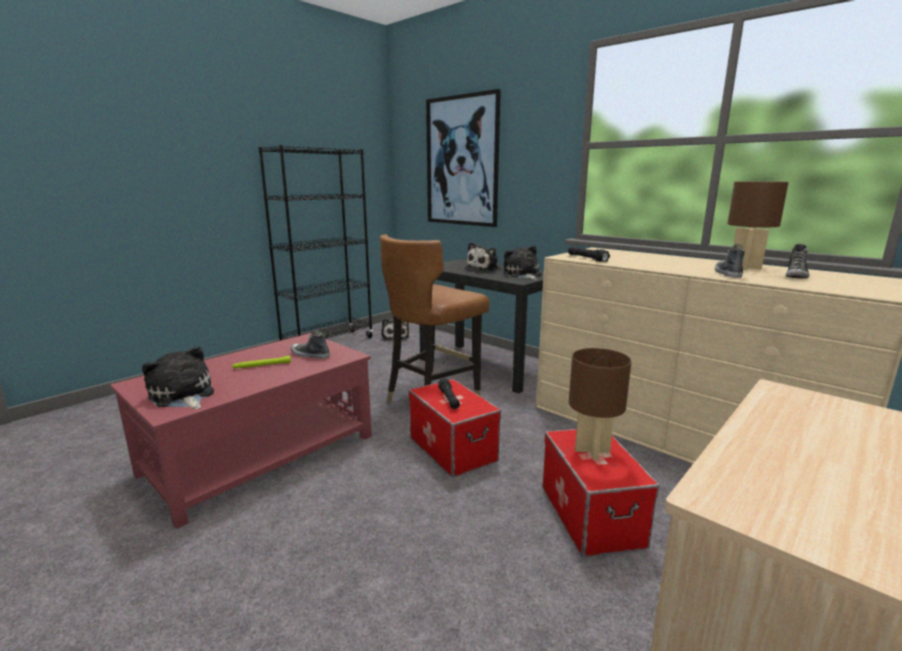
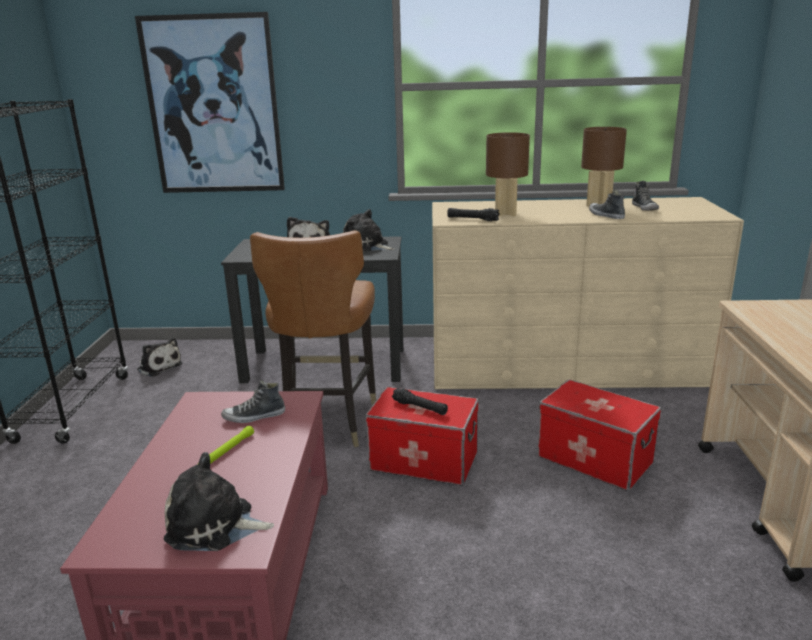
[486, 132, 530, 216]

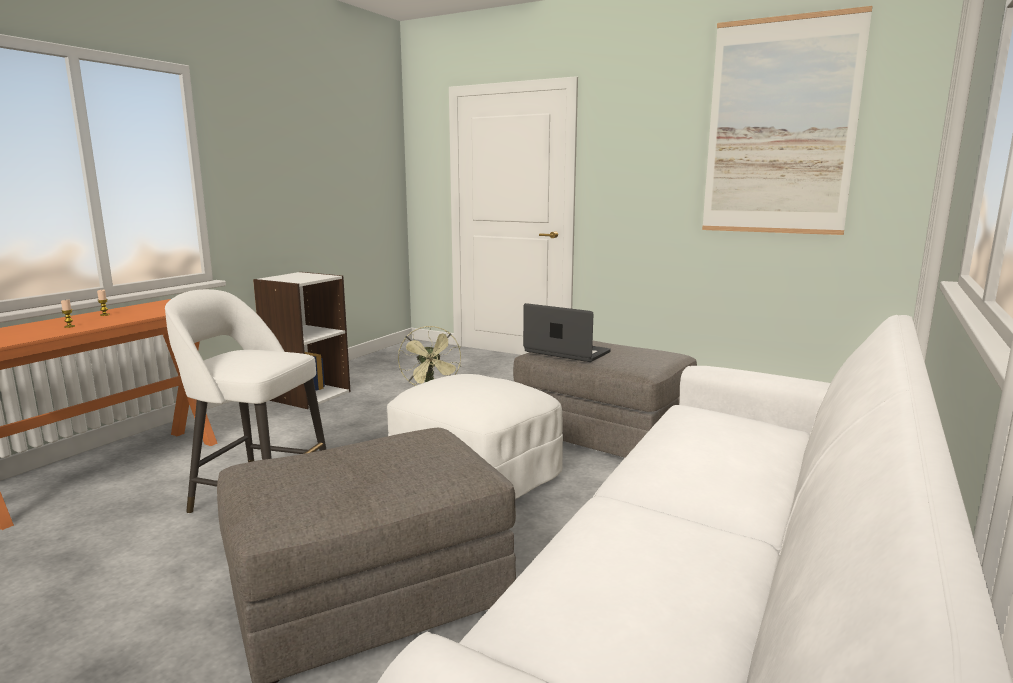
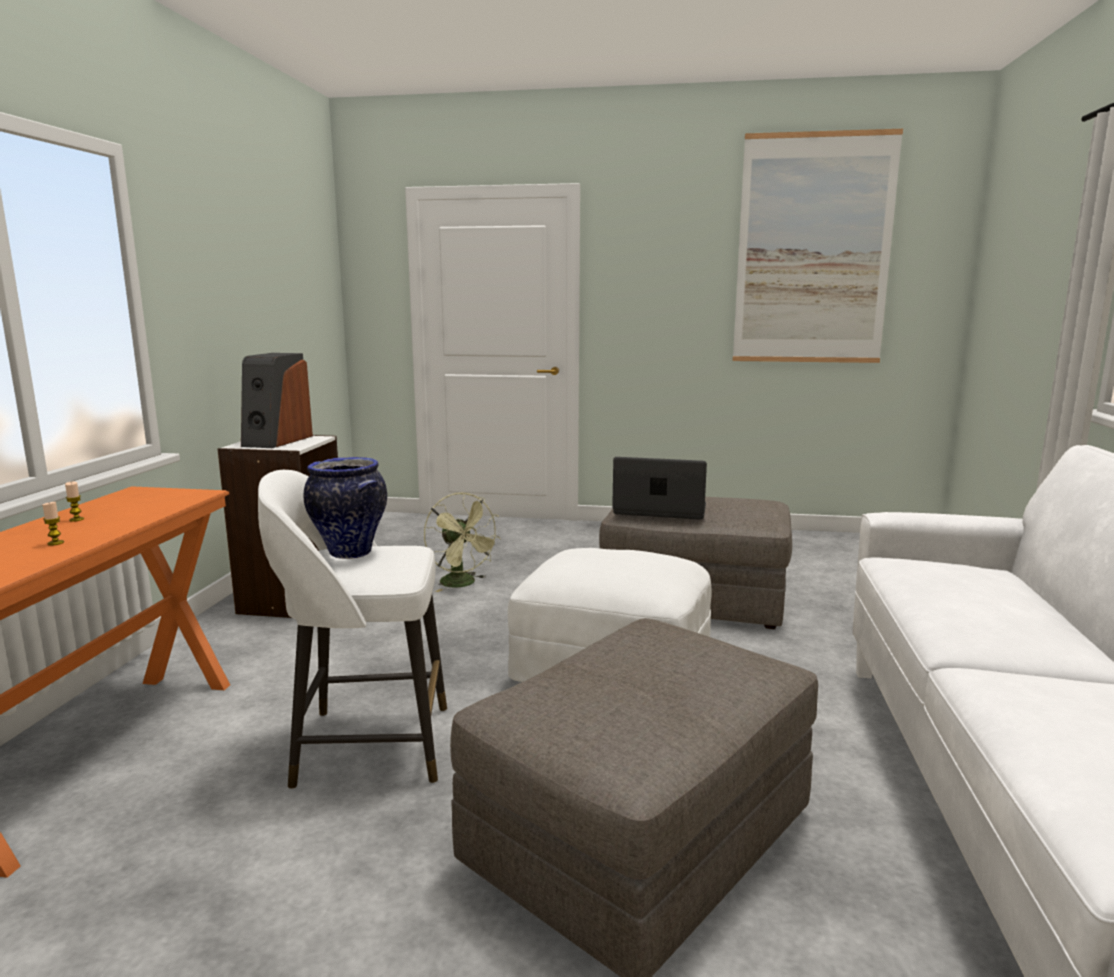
[241, 353, 313, 448]
[303, 457, 387, 559]

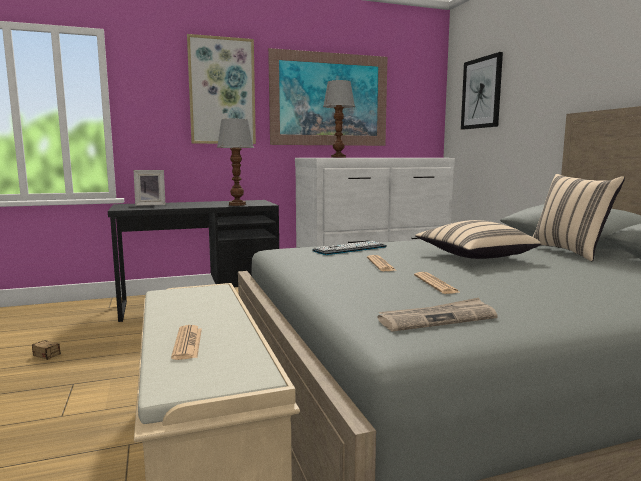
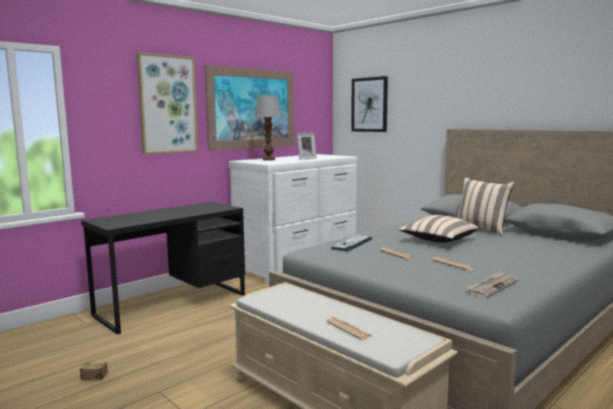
[217, 119, 254, 206] (first image)
[297, 133, 317, 160]

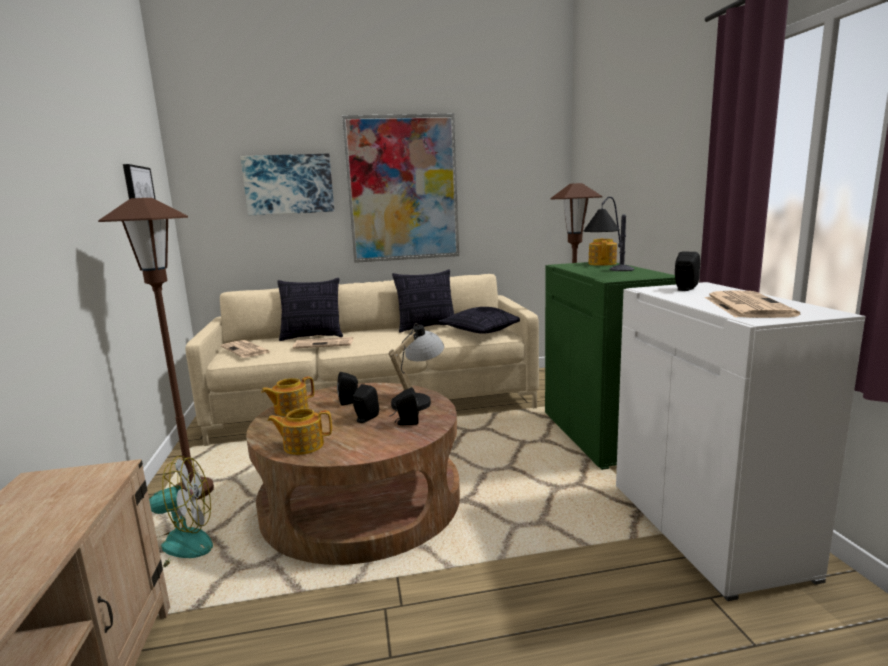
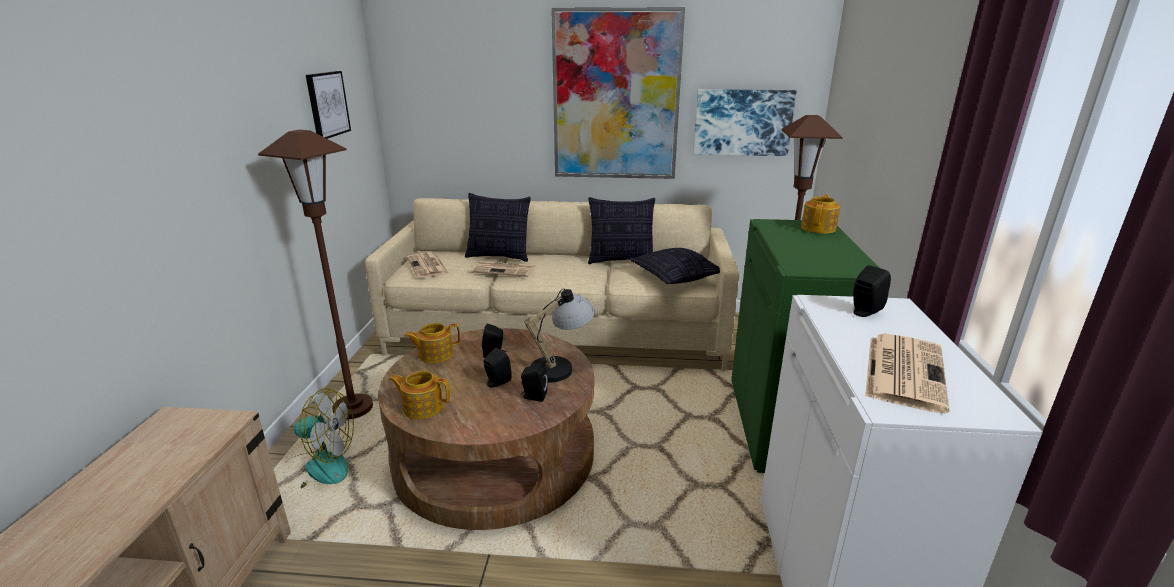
[584, 197, 634, 271] (first image)
[693, 89, 796, 156]

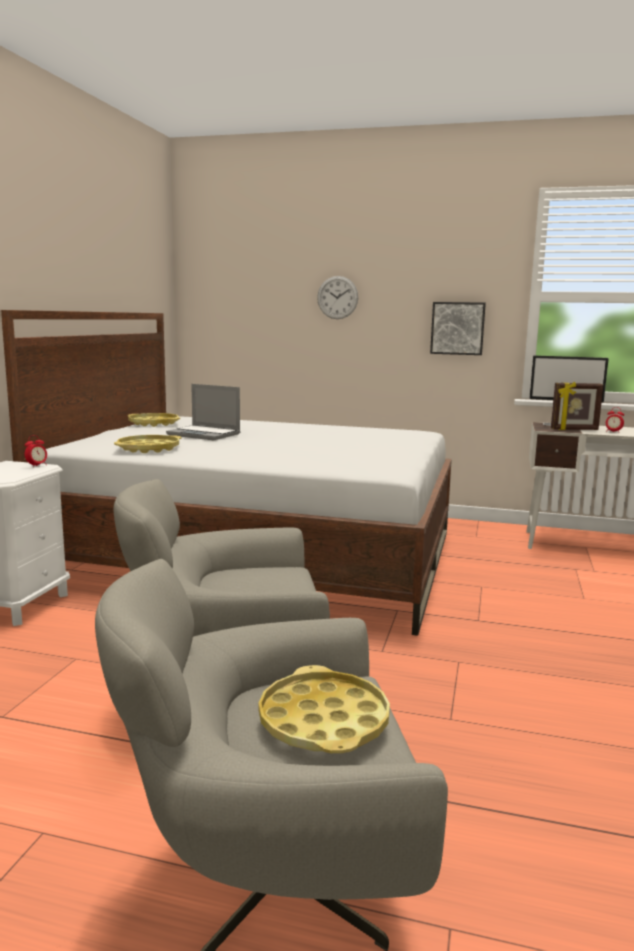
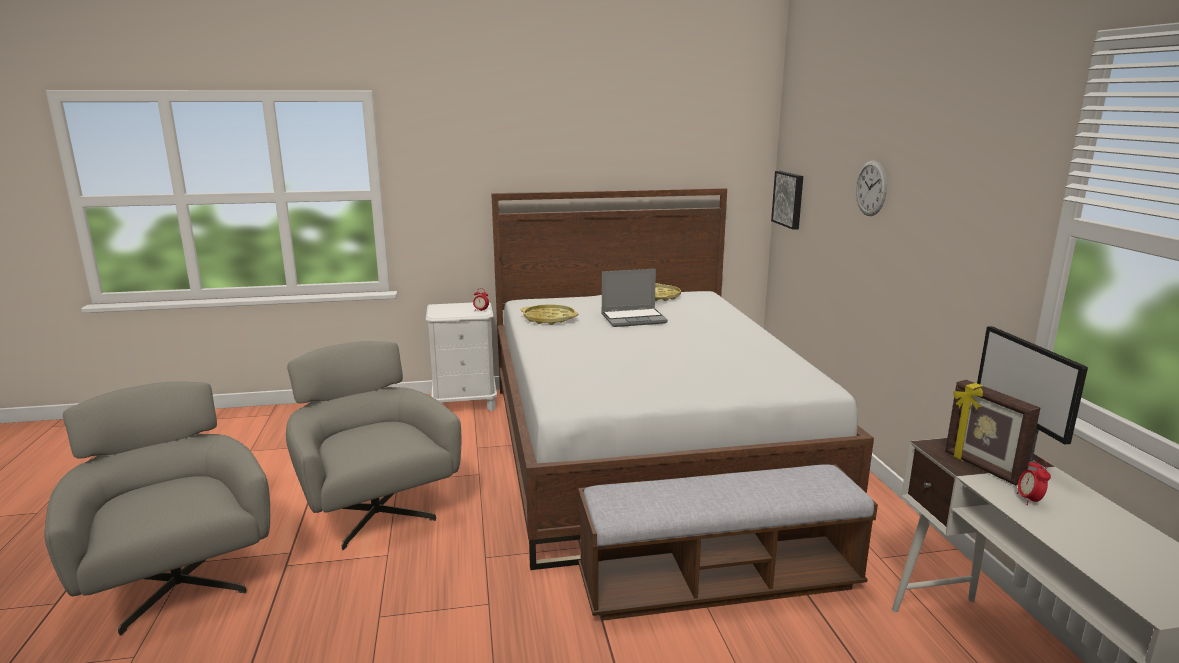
[259, 665, 390, 753] (first image)
[578, 464, 878, 621]
[771, 171, 803, 230]
[601, 269, 668, 327]

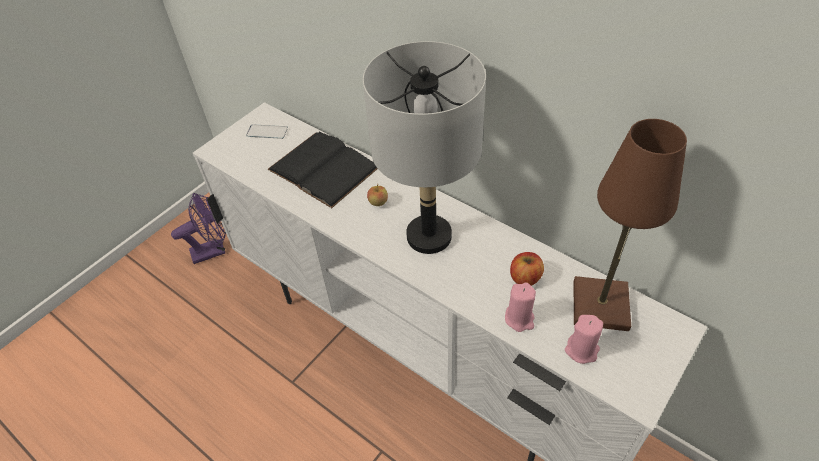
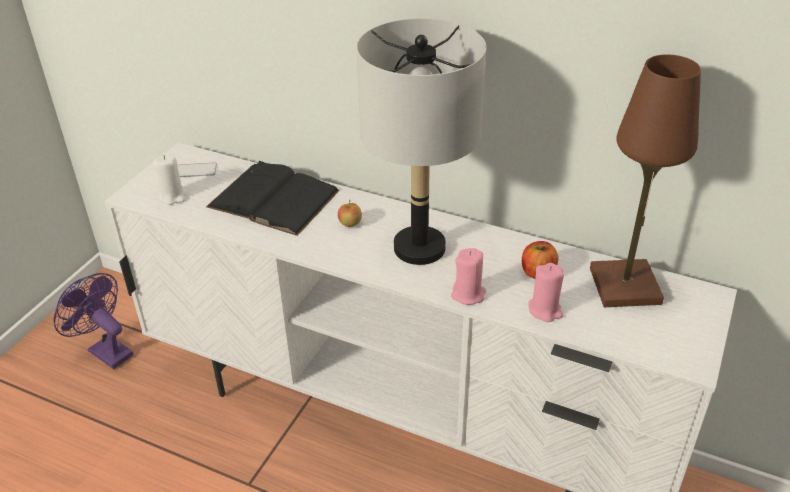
[153, 154, 187, 205]
[451, 248, 486, 305]
[53, 273, 133, 369]

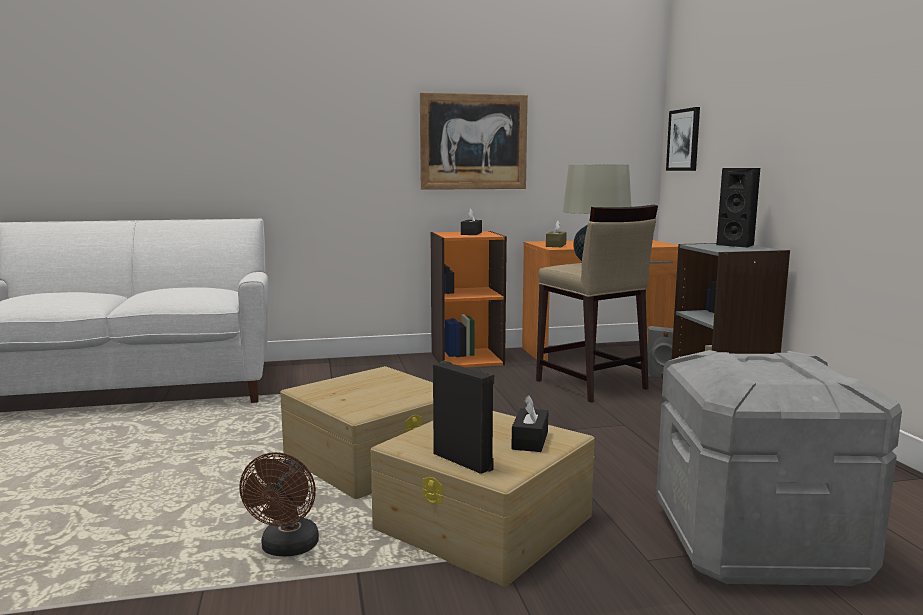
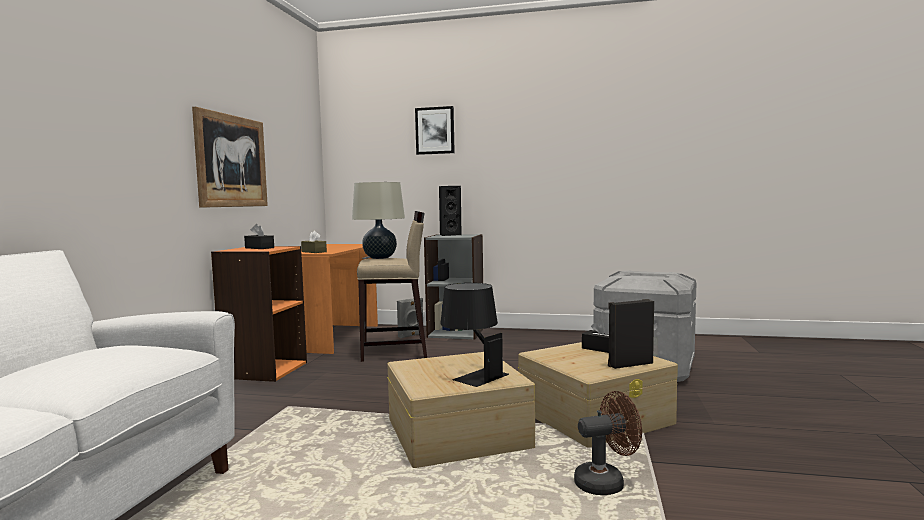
[440, 283, 509, 387]
[415, 106, 455, 155]
[574, 391, 642, 495]

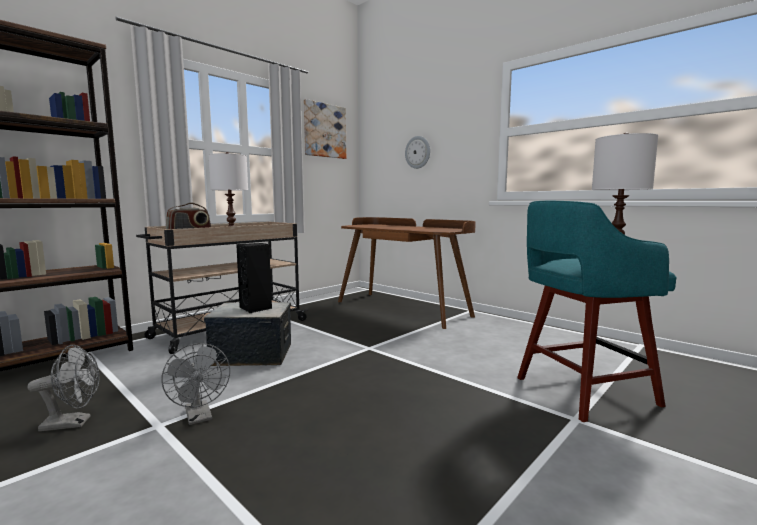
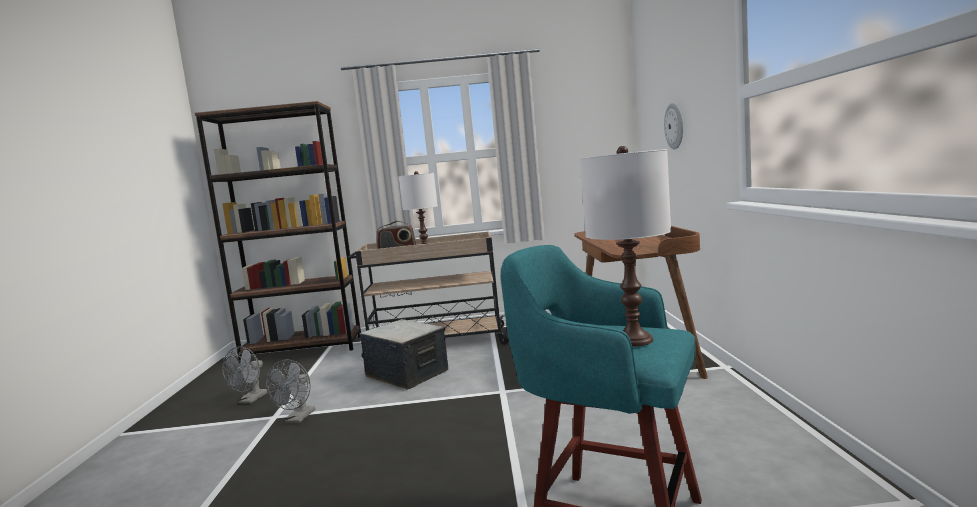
[236, 243, 272, 313] (first image)
[304, 99, 346, 159] (first image)
[222, 347, 268, 404]

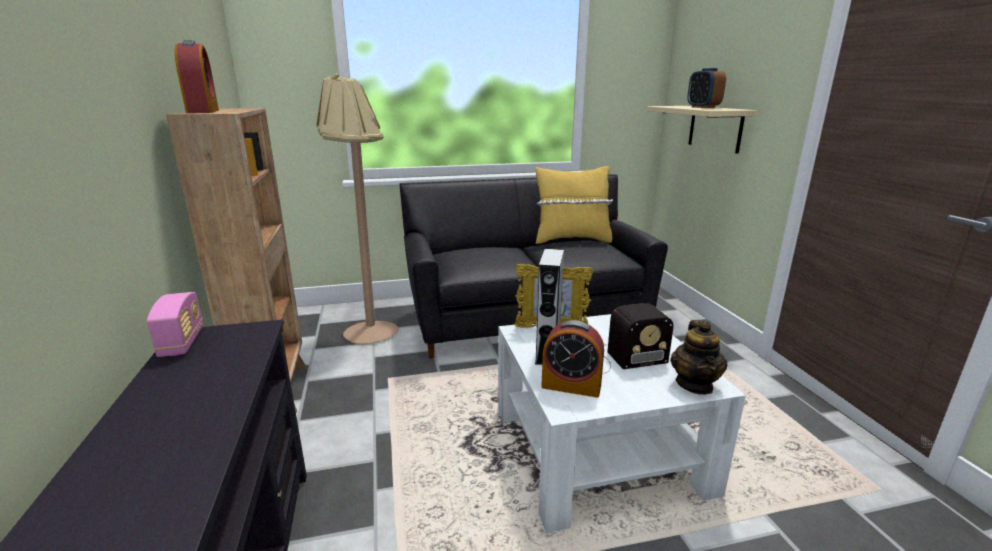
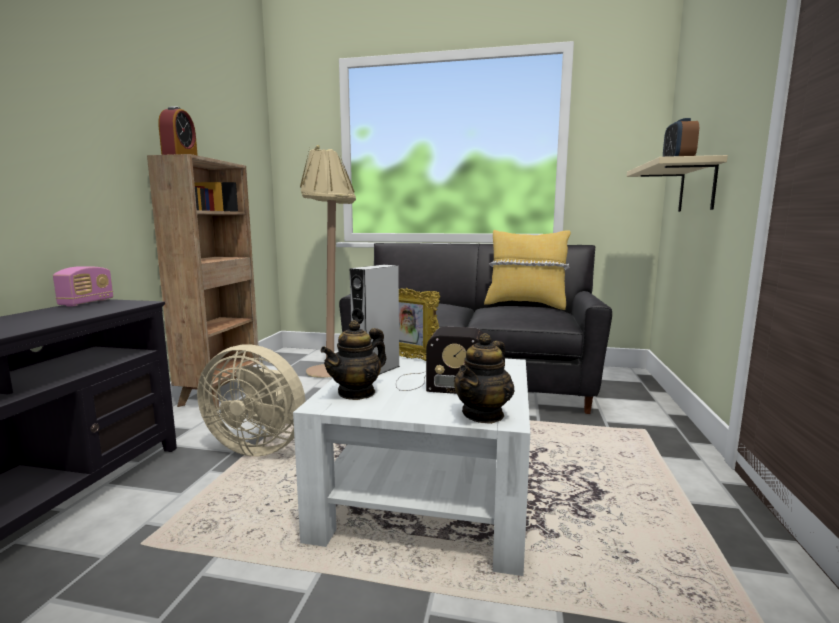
[197, 344, 306, 457]
[320, 320, 387, 400]

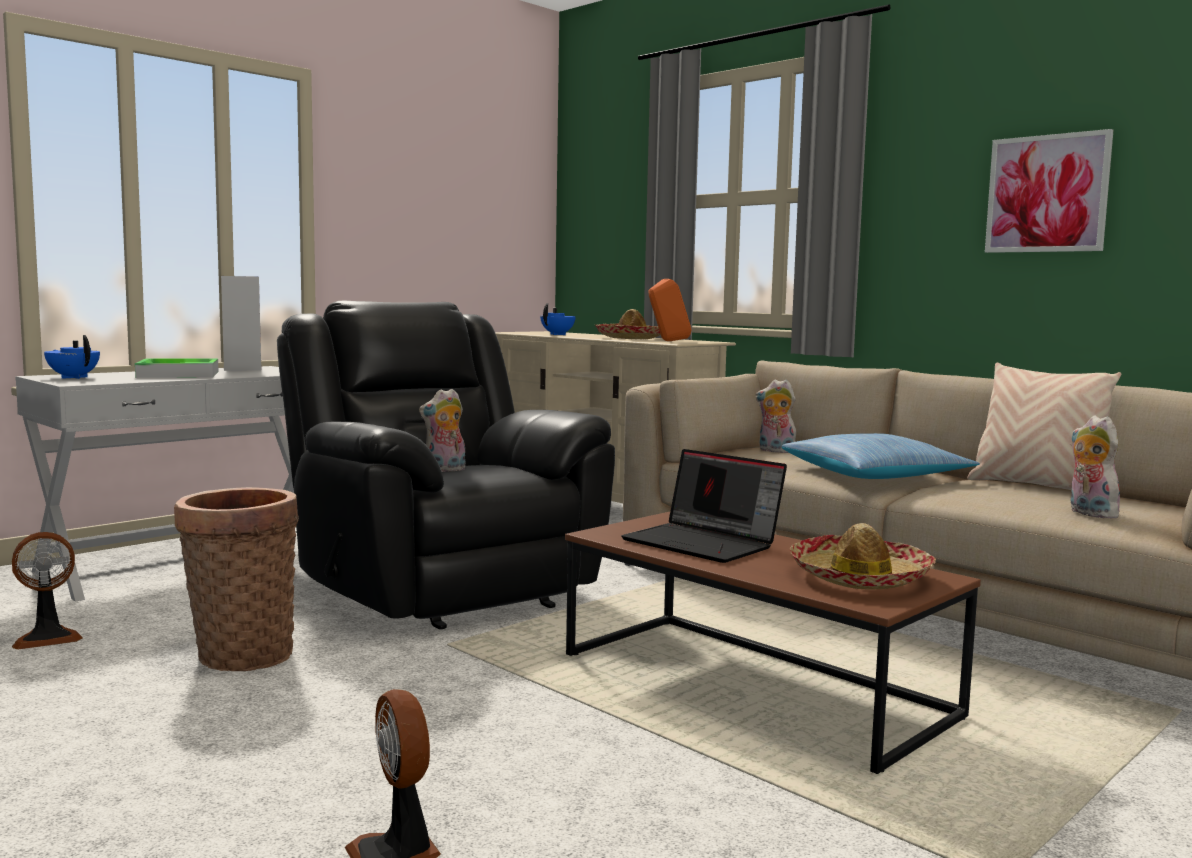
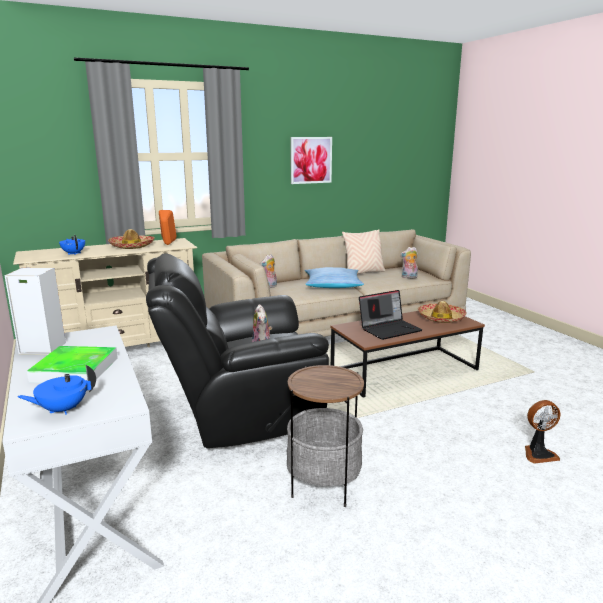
[12, 532, 83, 649] (first image)
[287, 365, 364, 507]

